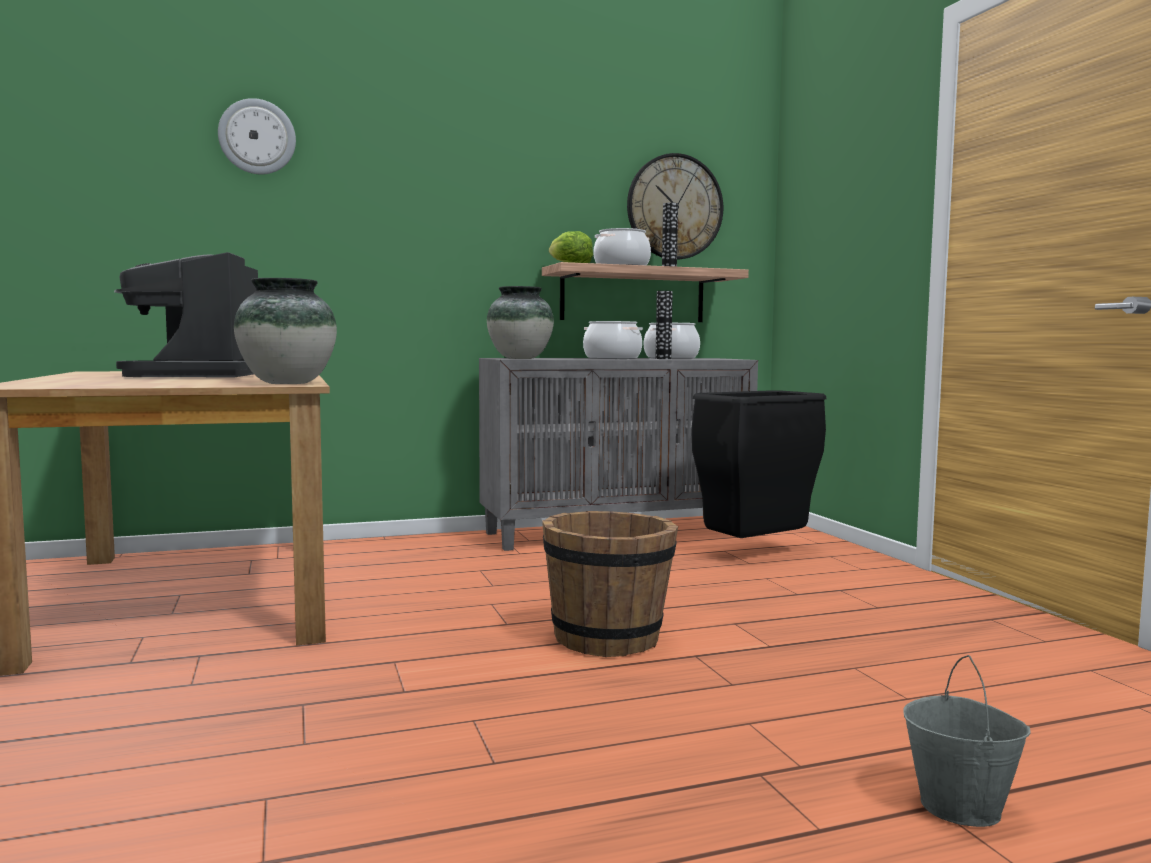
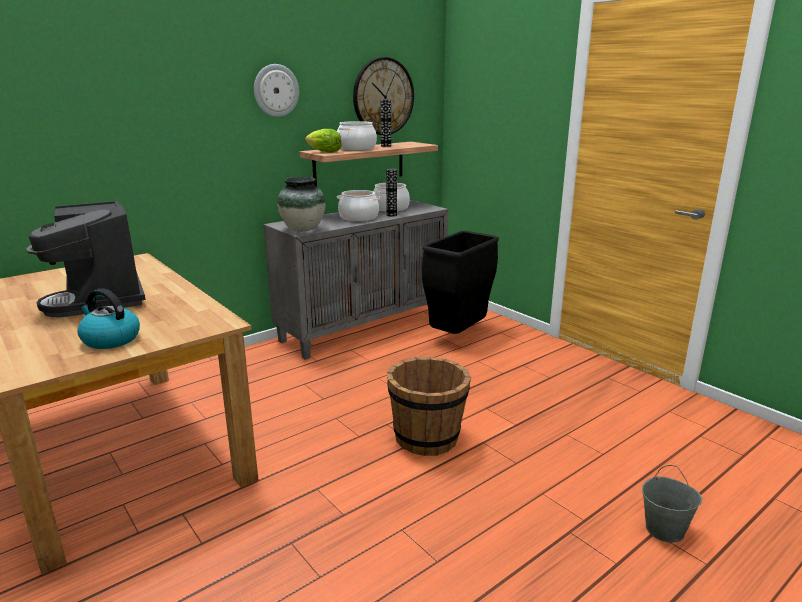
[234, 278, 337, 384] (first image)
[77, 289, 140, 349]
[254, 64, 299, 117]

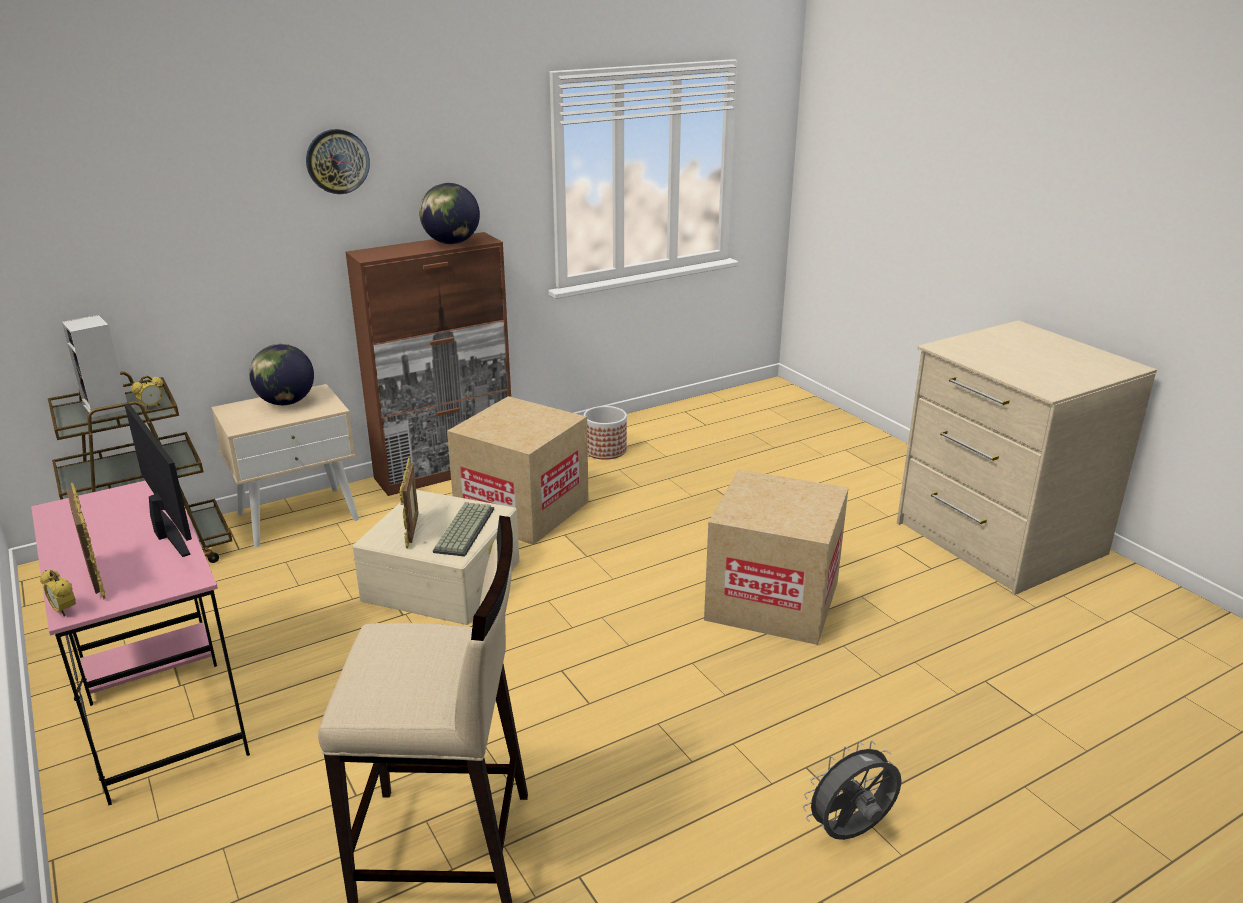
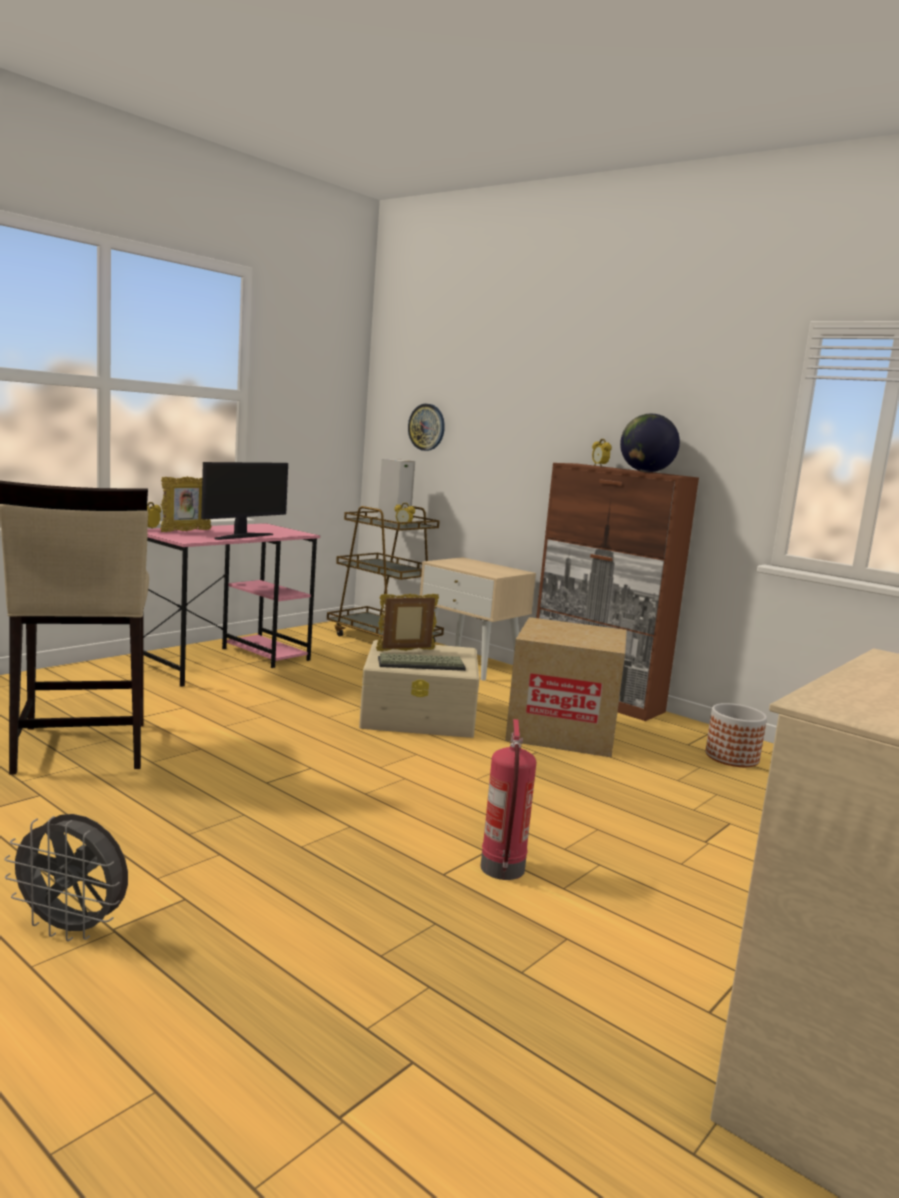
[249, 344, 314, 405] (first image)
[592, 439, 612, 466]
[408, 404, 445, 451]
[481, 719, 536, 880]
[4, 814, 128, 941]

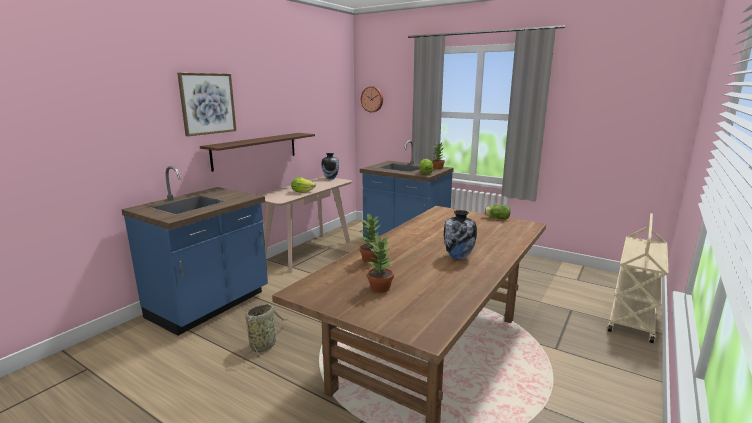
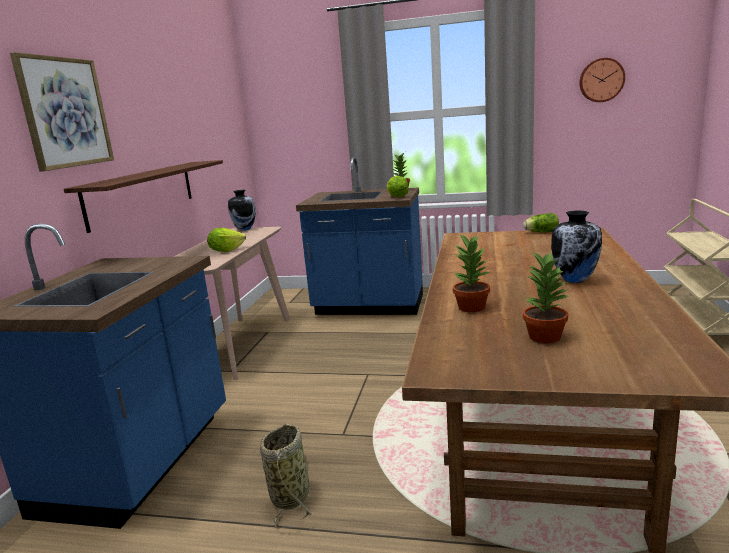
[579, 58, 625, 102]

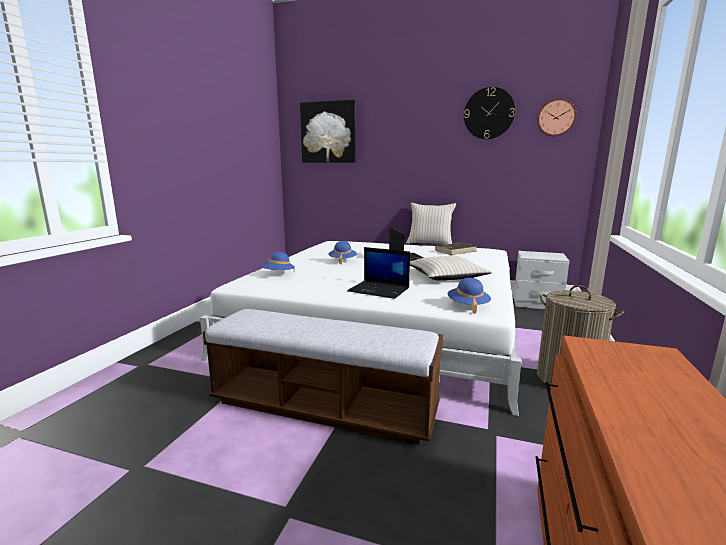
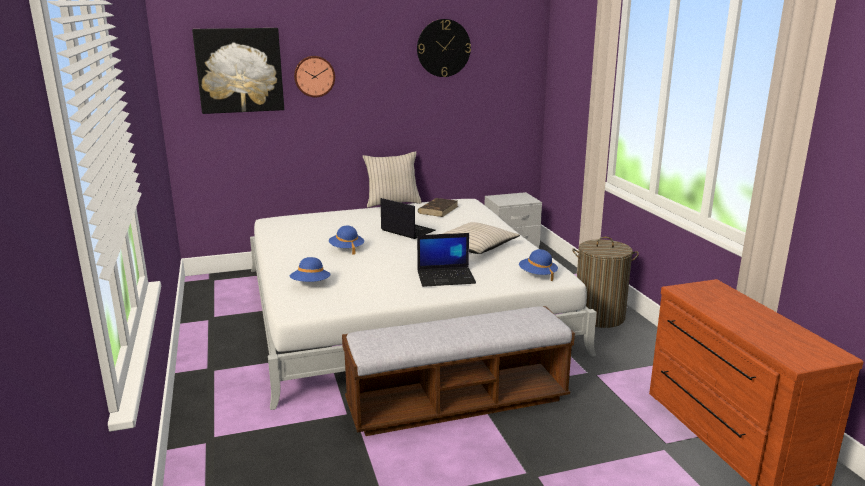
[294, 56, 335, 97]

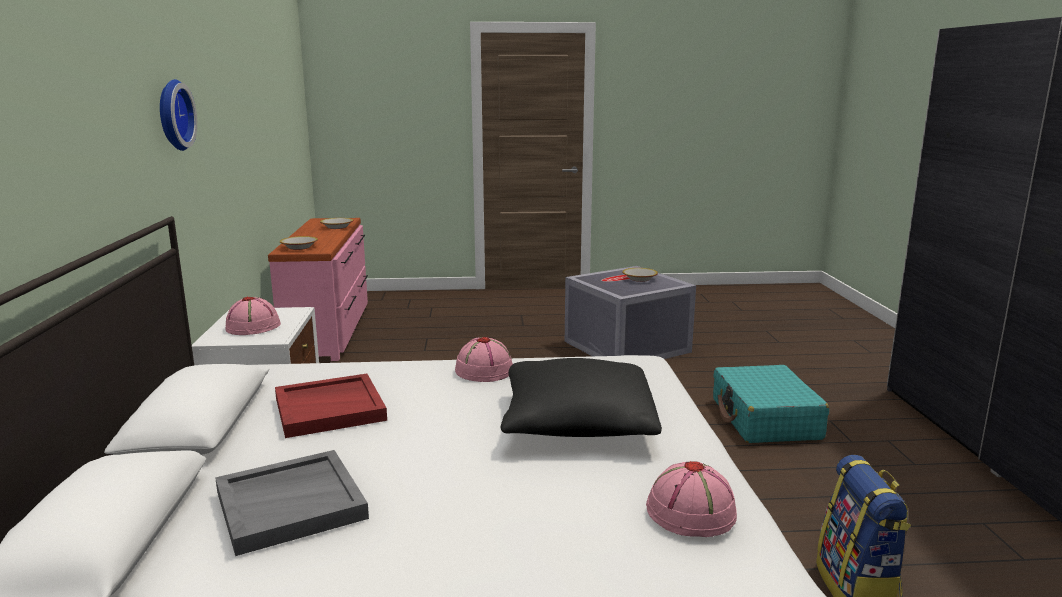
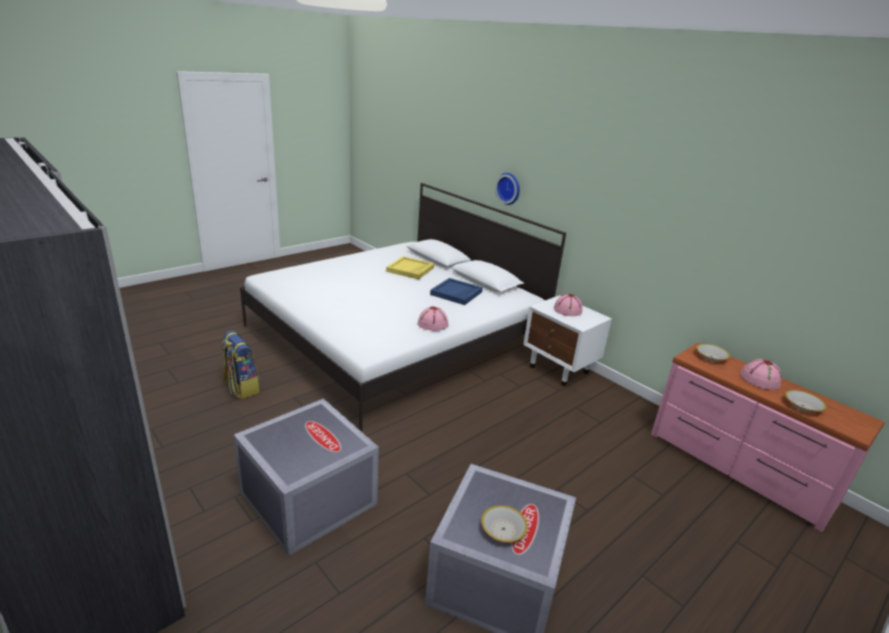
[501, 358, 662, 437] (first image)
[495, 173, 520, 205]
[740, 359, 781, 390]
[234, 399, 379, 556]
[386, 256, 434, 280]
[430, 278, 483, 305]

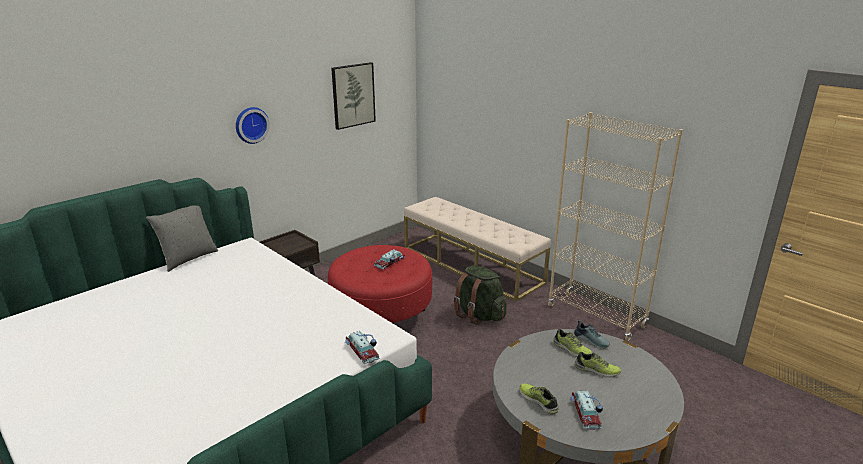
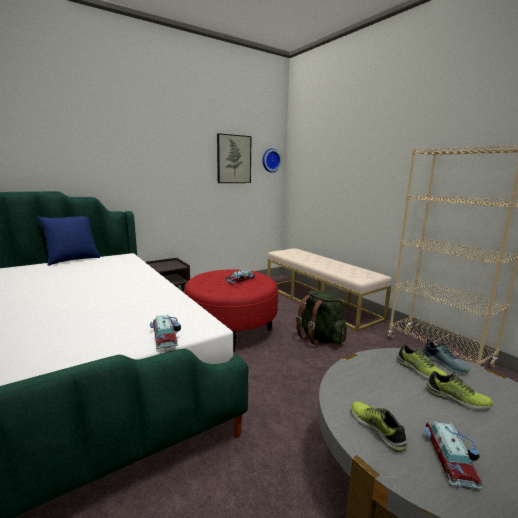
[262, 148, 282, 173]
[37, 216, 100, 266]

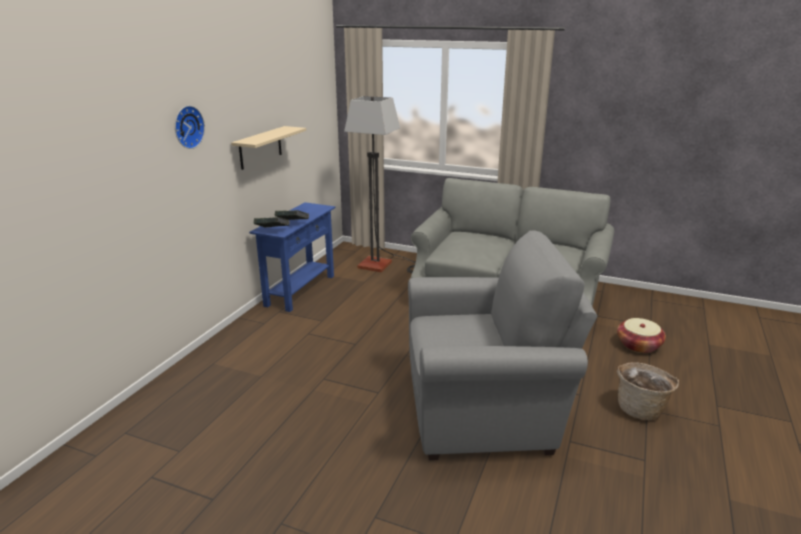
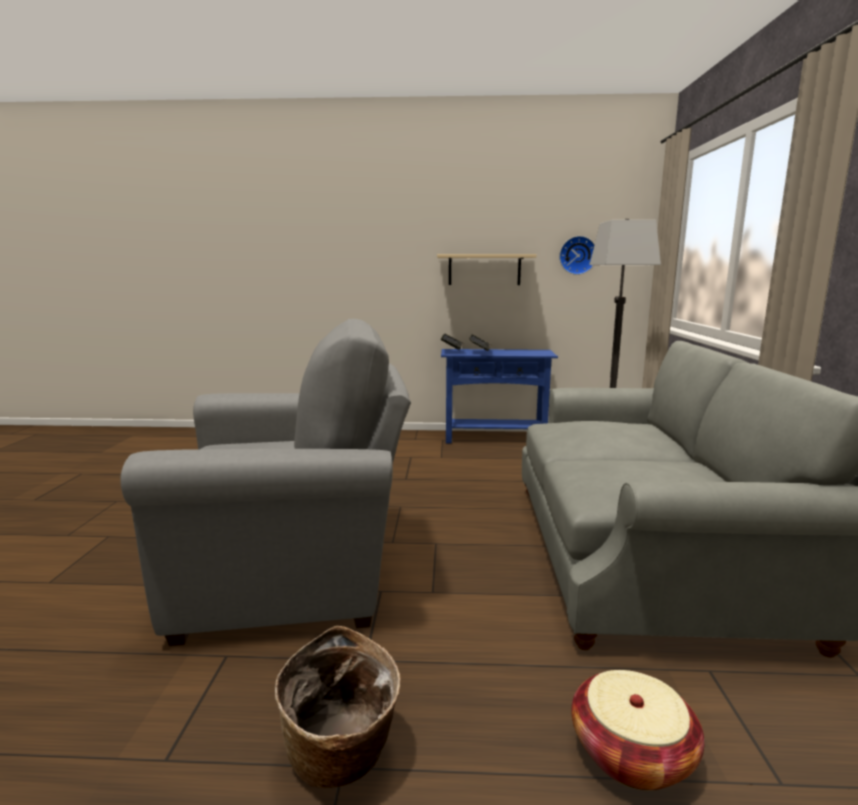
[559, 236, 595, 275]
[120, 319, 411, 646]

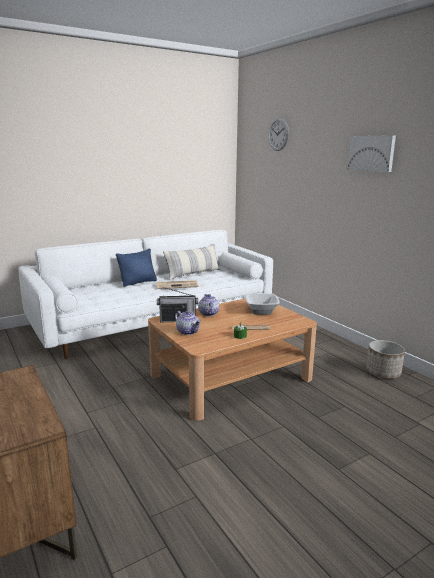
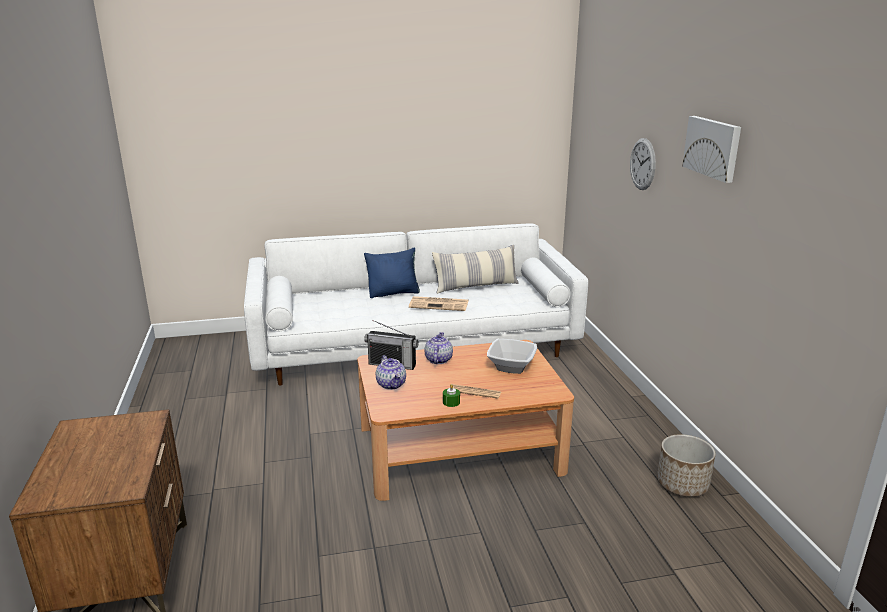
[630, 138, 656, 190]

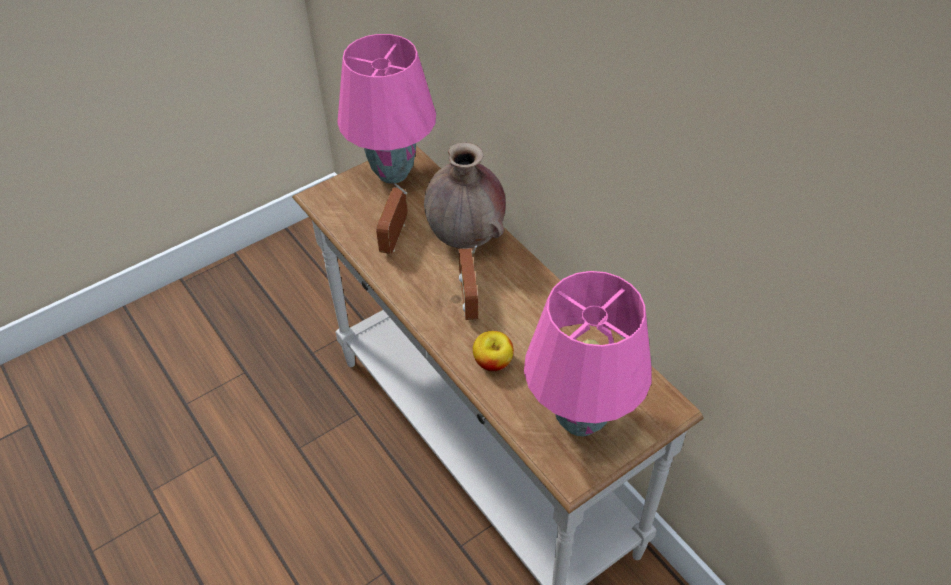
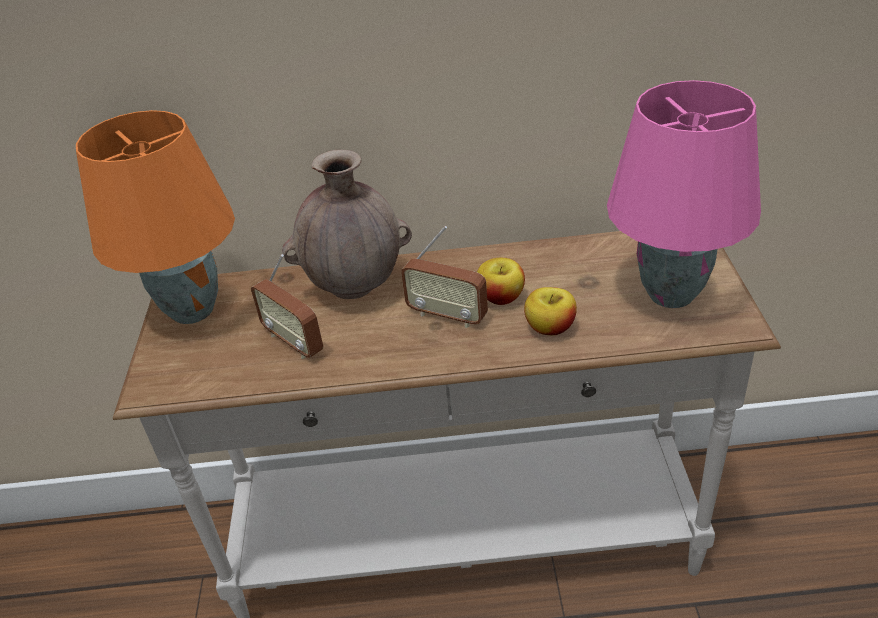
[477, 258, 525, 305]
[76, 110, 235, 324]

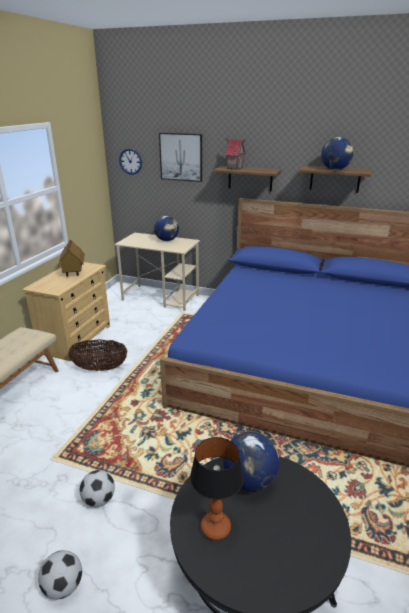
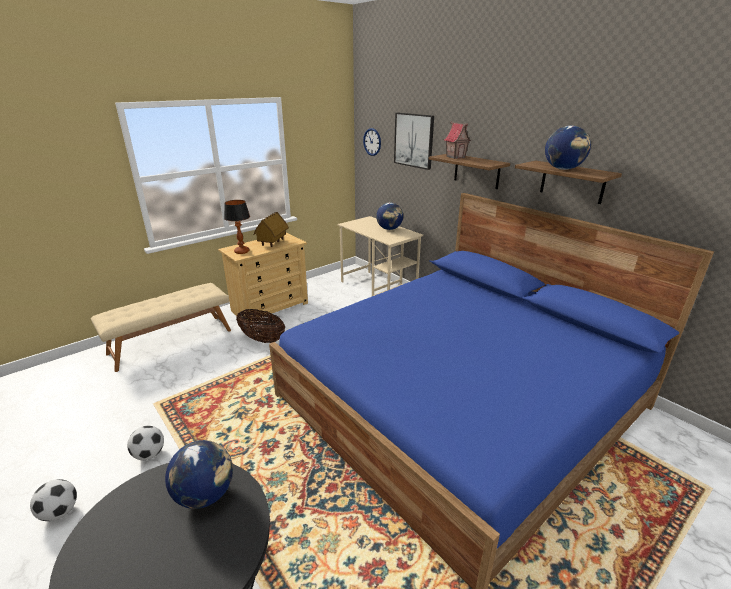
[224, 200, 250, 254]

